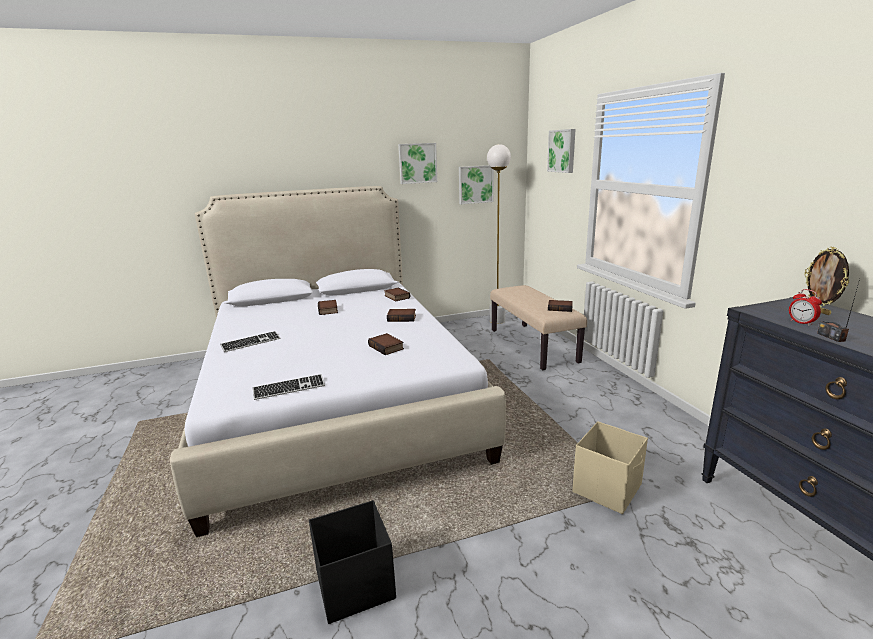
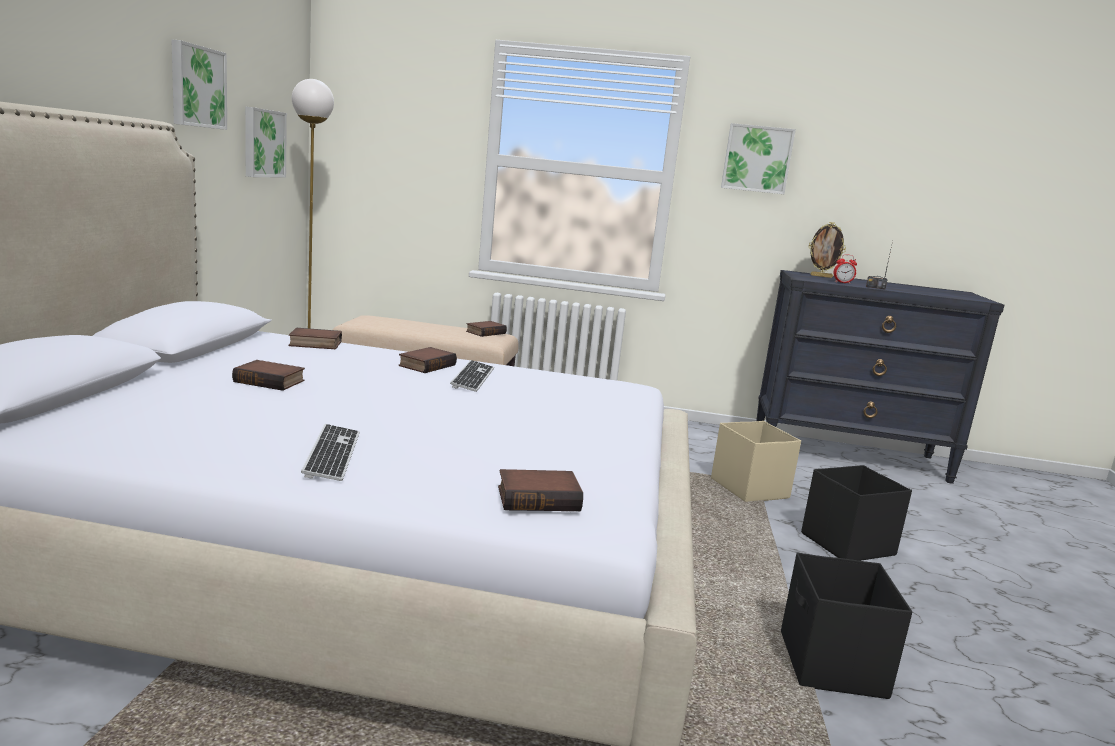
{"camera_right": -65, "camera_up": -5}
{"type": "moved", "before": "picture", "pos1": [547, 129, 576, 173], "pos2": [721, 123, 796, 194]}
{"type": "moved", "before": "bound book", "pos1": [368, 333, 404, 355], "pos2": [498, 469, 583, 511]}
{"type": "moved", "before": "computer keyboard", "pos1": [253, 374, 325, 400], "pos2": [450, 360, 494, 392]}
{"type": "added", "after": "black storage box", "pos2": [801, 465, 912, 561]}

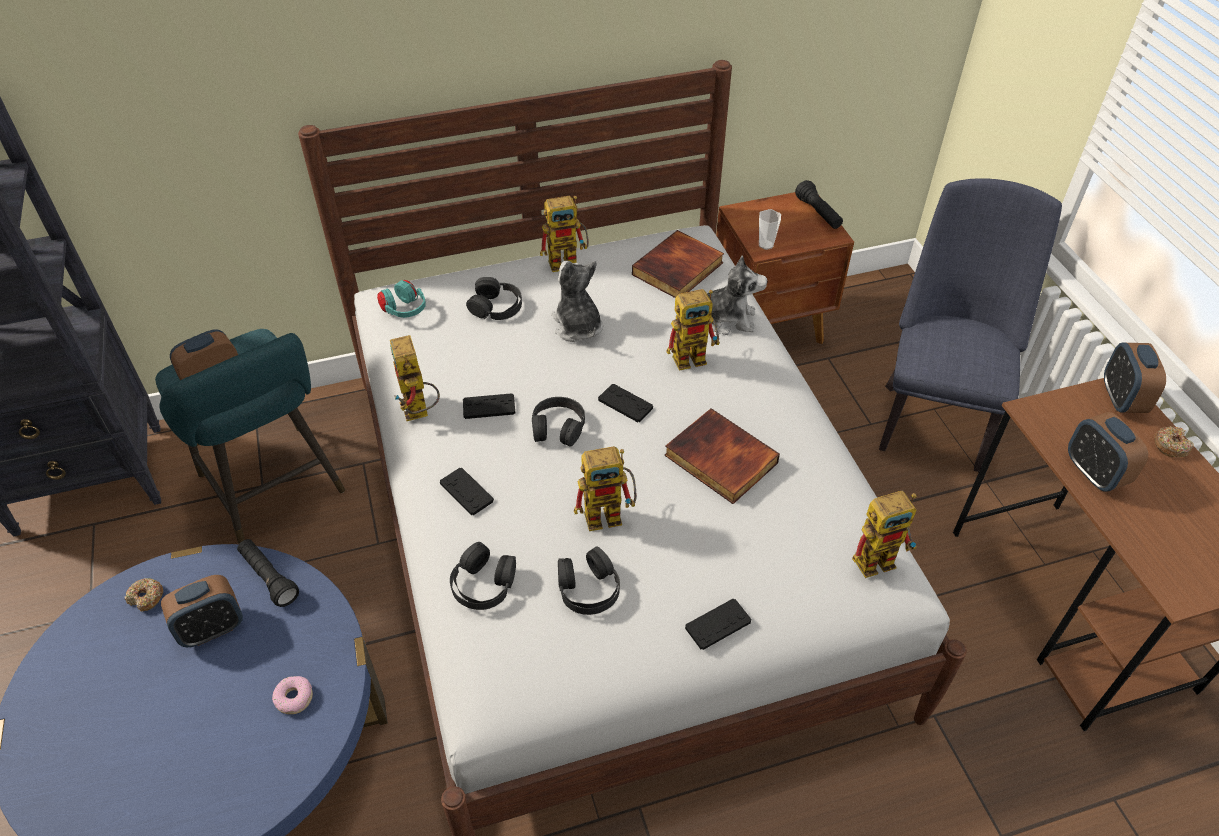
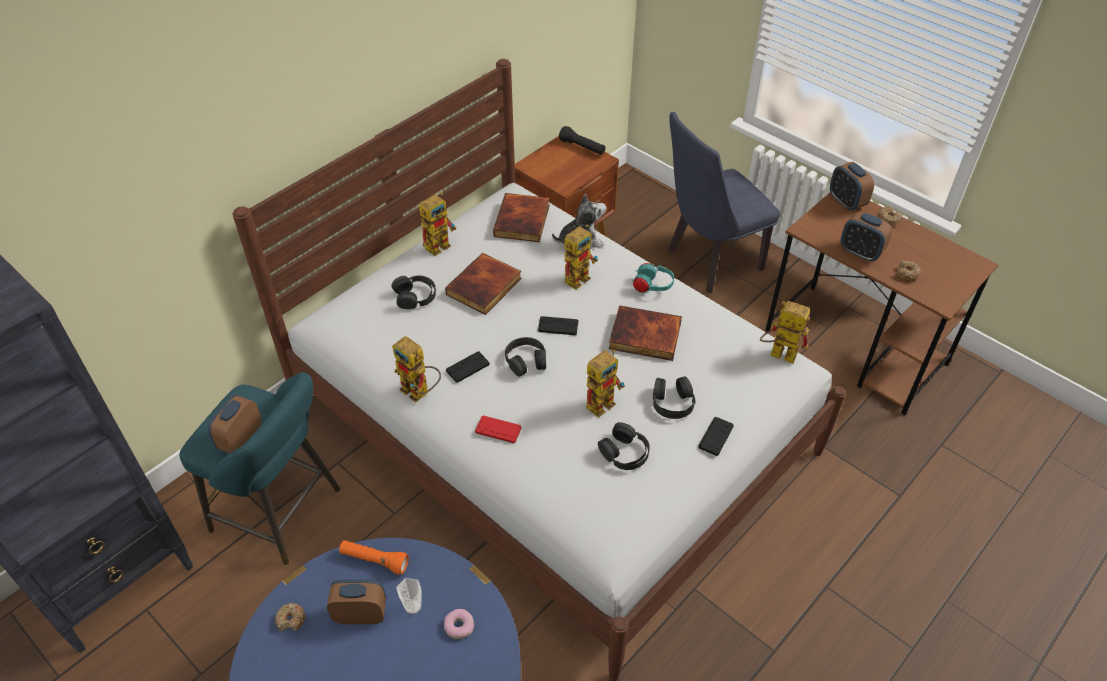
{"camera_right": -30, "camera_up": 0}
{"type": "turned", "before": "bluish chair", "pos1": [879, 178, 1062, 472], "pos2": [668, 112, 780, 293], "turn": -105}
{"type": "moved", "before": "cup", "pos1": [759, 209, 781, 250], "pos2": [396, 578, 422, 614]}
{"type": "replaced", "before": "soft toy", "after": "bound book", "pos1": [551, 261, 603, 342], "pos2": [445, 253, 522, 315]}
{"type": "moved", "before": "turquoise pair of headphones", "pos1": [377, 280, 426, 318], "pos2": [631, 263, 674, 293]}
{"type": "recoloured", "before": "black game controller", "after": "red-coloured game controller", "pos1": [440, 468, 494, 515], "pos2": [475, 415, 522, 443]}
{"type": "turned", "before": "robot figure", "pos1": [852, 491, 917, 578], "pos2": [760, 301, 810, 363], "turn": -105}
{"type": "recoloured", "before": "black flashlight", "after": "orange-coloured flashlight", "pos1": [237, 539, 299, 607], "pos2": [339, 540, 409, 575]}
{"type": "moved", "before": "black pair of headphones", "pos1": [450, 542, 516, 610], "pos2": [653, 376, 695, 419]}
{"type": "turned", "before": "alarm clock", "pos1": [161, 575, 243, 647], "pos2": [327, 579, 386, 624], "turn": -120}
{"type": "added", "after": "doughnut", "pos2": [897, 261, 921, 281]}

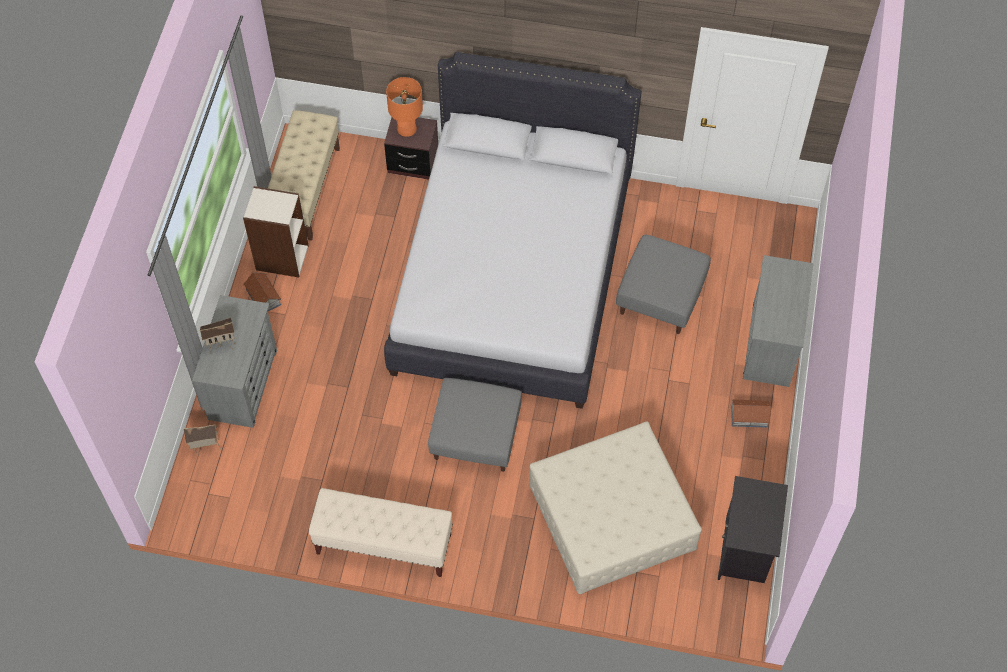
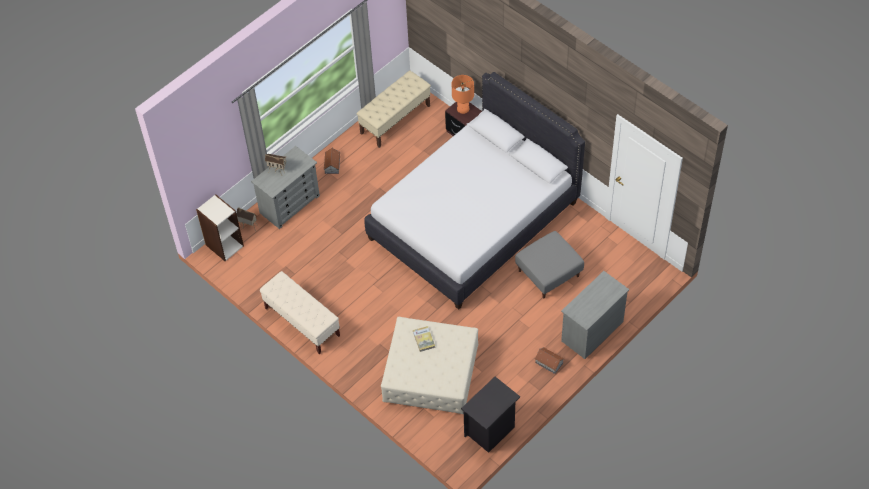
{"camera_right": 35, "camera_up": -5}
{"type": "moved", "before": "shelving unit", "pos1": [243, 186, 309, 278], "pos2": [196, 194, 244, 261]}
{"type": "removed", "before": "gray ottoman", "pos1": [428, 378, 522, 472]}
{"type": "added", "after": "bound book", "pos2": [413, 326, 435, 352]}

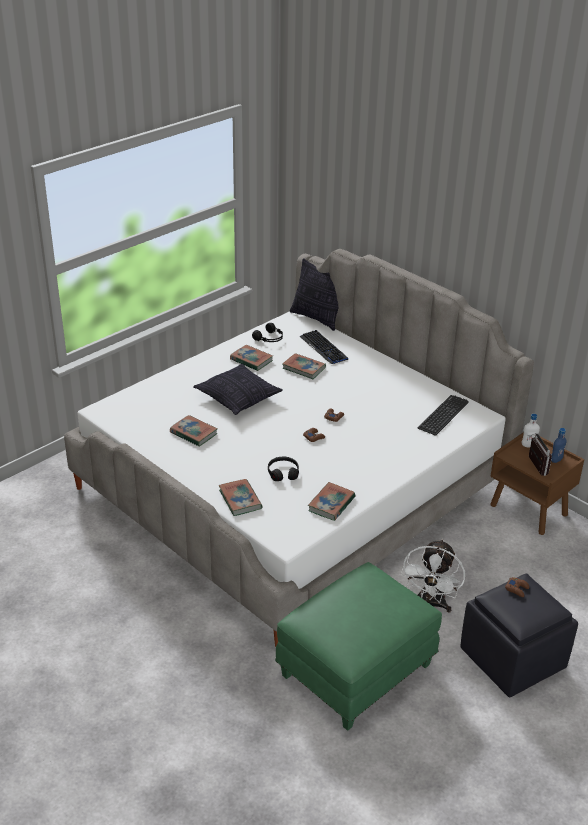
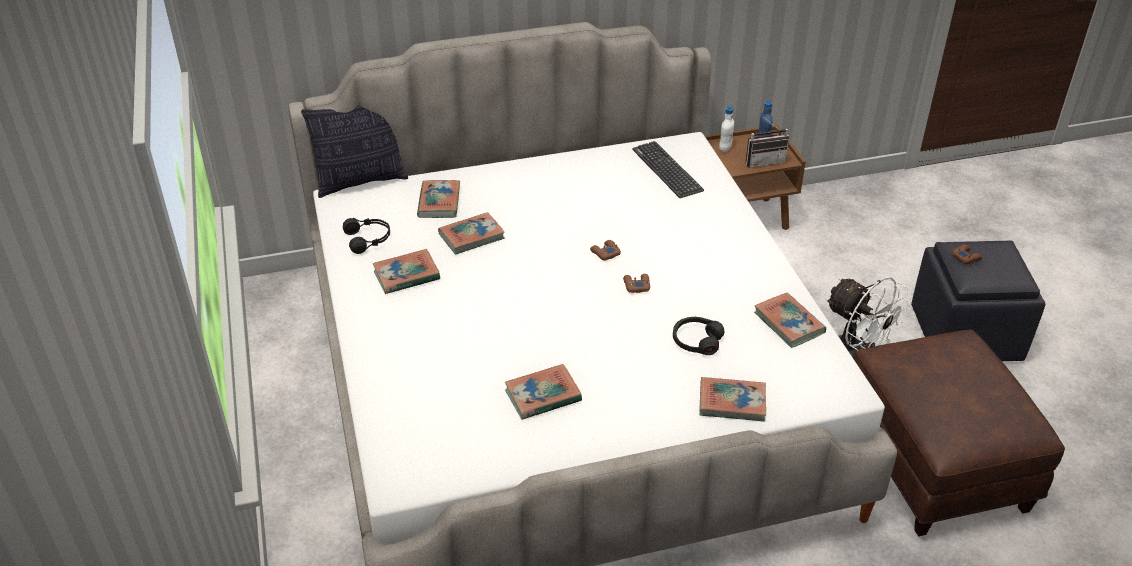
{"camera_right": -60, "camera_up": 5}
{"type": "replaced", "before": "computer keyboard", "after": "bound book", "pos1": [299, 330, 348, 364], "pos2": [417, 180, 460, 218]}
{"type": "removed", "before": "pillow", "pos1": [193, 364, 283, 415]}
{"type": "turned", "before": "radio", "pos1": [529, 433, 552, 476], "pos2": [745, 115, 789, 167], "turn": 150}
{"type": "recoloured", "before": "greenish ottoman", "after": "brown-coloured ottoman", "pos1": [275, 562, 442, 731], "pos2": [854, 330, 1065, 536]}

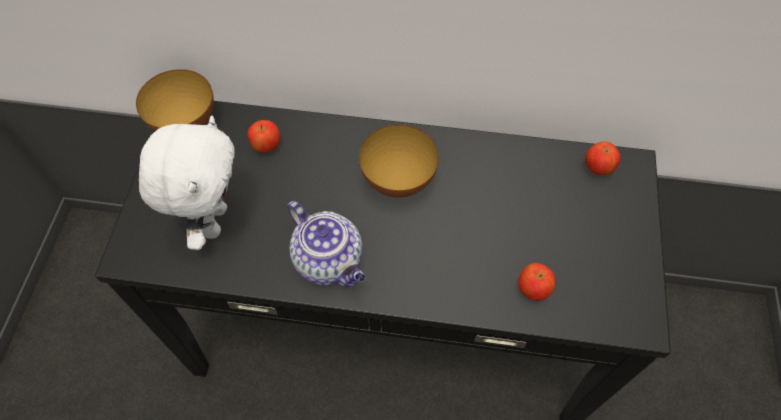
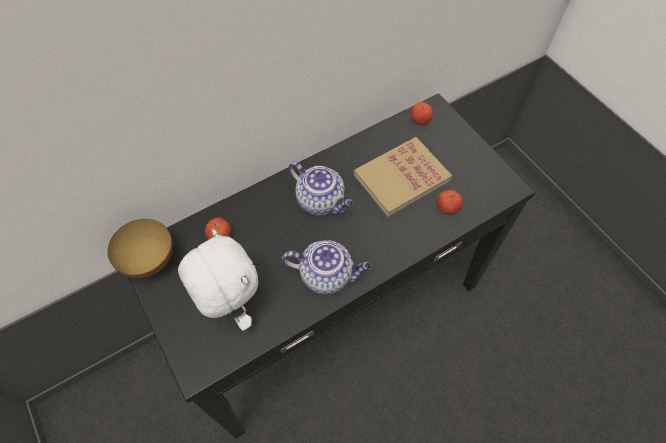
{"camera_right": -40, "camera_up": 0}
{"type": "replaced", "before": "deep dish", "after": "tea pot", "pos1": [359, 125, 439, 198], "pos2": [289, 161, 353, 216]}
{"type": "added", "after": "bound book", "pos2": [353, 137, 452, 217]}

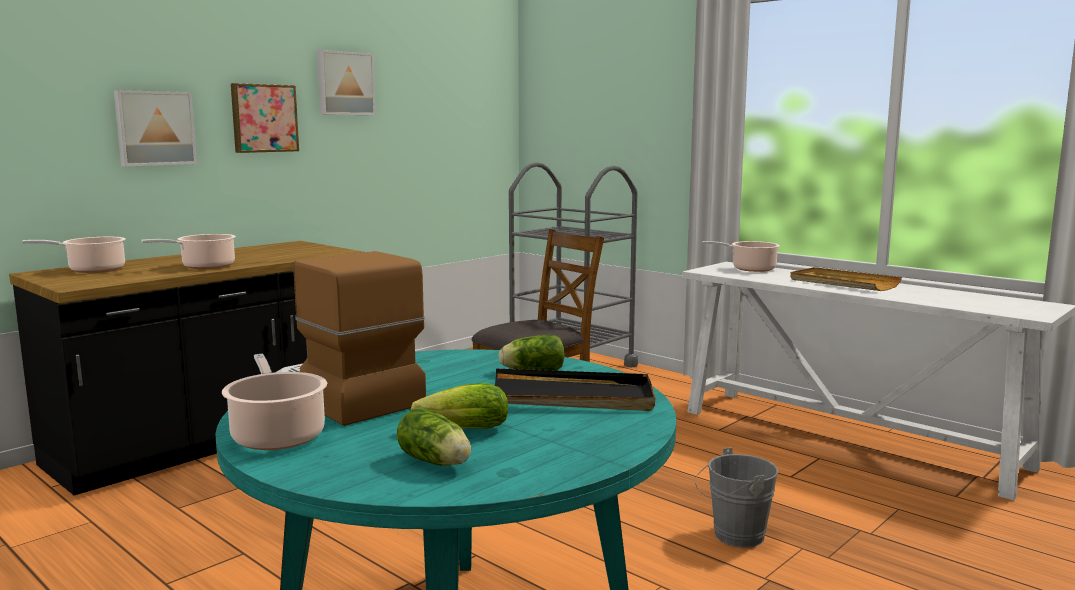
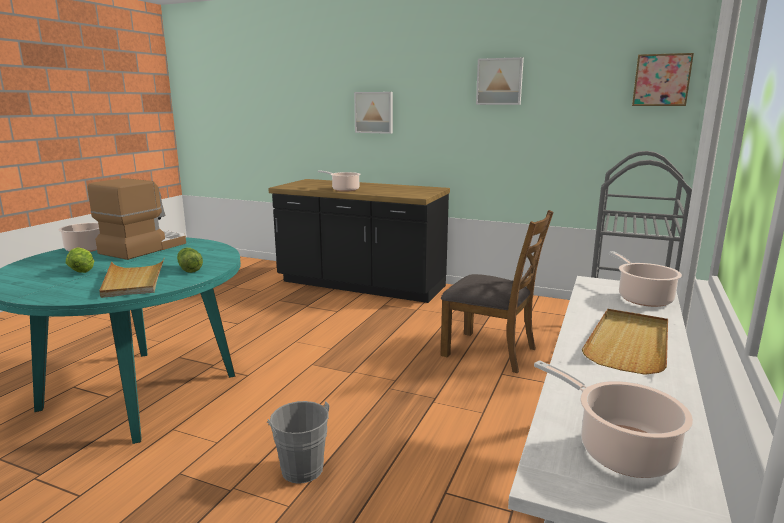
{"camera_right": 70, "camera_up": 5}
{"type": "moved", "before": "picture", "pos1": [231, 83, 299, 153], "pos2": [632, 53, 694, 106]}
{"type": "moved", "before": "stockpot", "pos1": [22, 237, 126, 273], "pos2": [534, 360, 693, 478]}
{"type": "recoloured", "before": "black carrying tray", "after": "sand-coloured carrying tray", "pos1": [495, 368, 655, 411], "pos2": [99, 257, 165, 298]}
{"type": "removed", "before": "lettuce", "pos1": [397, 408, 471, 466]}

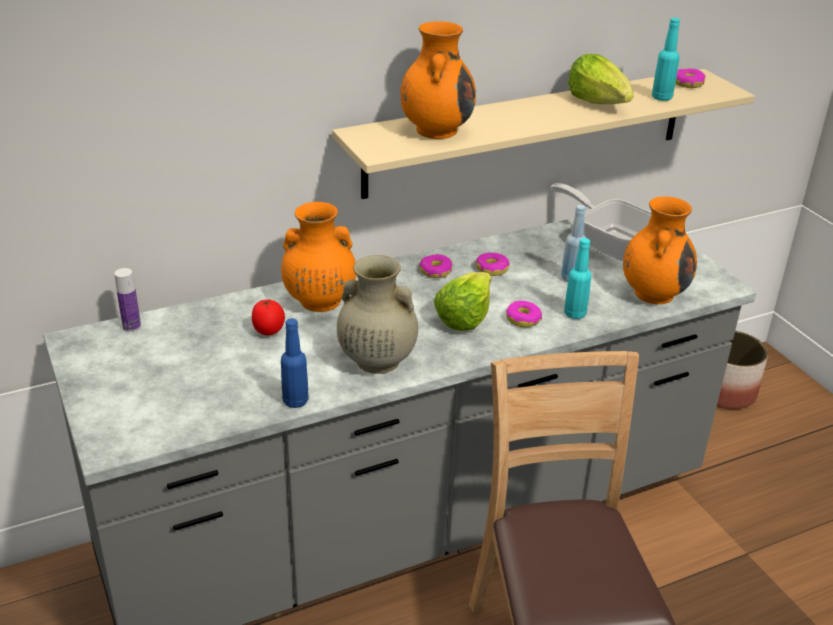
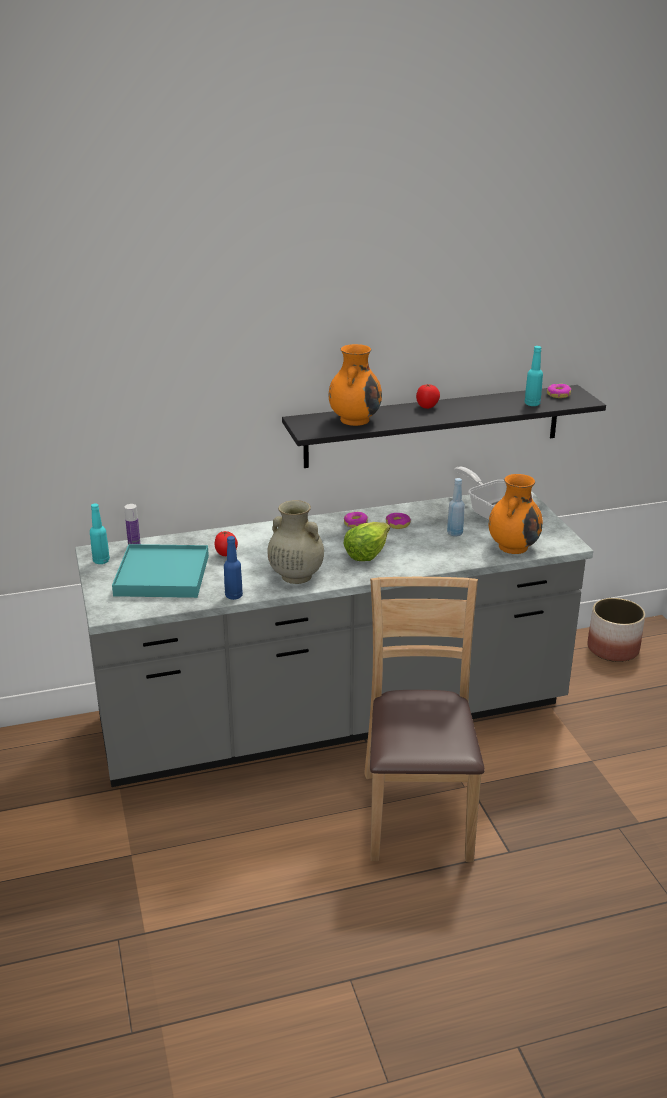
{"camera_right": 10, "camera_up": -5}
{"type": "removed", "before": "lettuce", "pos1": [568, 54, 634, 104]}
{"type": "recoloured", "before": "sand-coloured wall shelf", "after": "black wall shelf", "pos1": [332, 69, 755, 199], "pos2": [282, 385, 606, 468]}
{"type": "removed", "before": "orange-coloured flower vase", "pos1": [281, 202, 356, 312]}
{"type": "moved", "before": "turquoise drink bottle", "pos1": [564, 238, 592, 319], "pos2": [90, 503, 110, 564]}
{"type": "removed", "before": "doughnut", "pos1": [506, 301, 542, 327]}
{"type": "added", "after": "whole tomato", "pos2": [416, 384, 440, 409]}
{"type": "added", "after": "turquoise carrying tray", "pos2": [112, 544, 209, 598]}

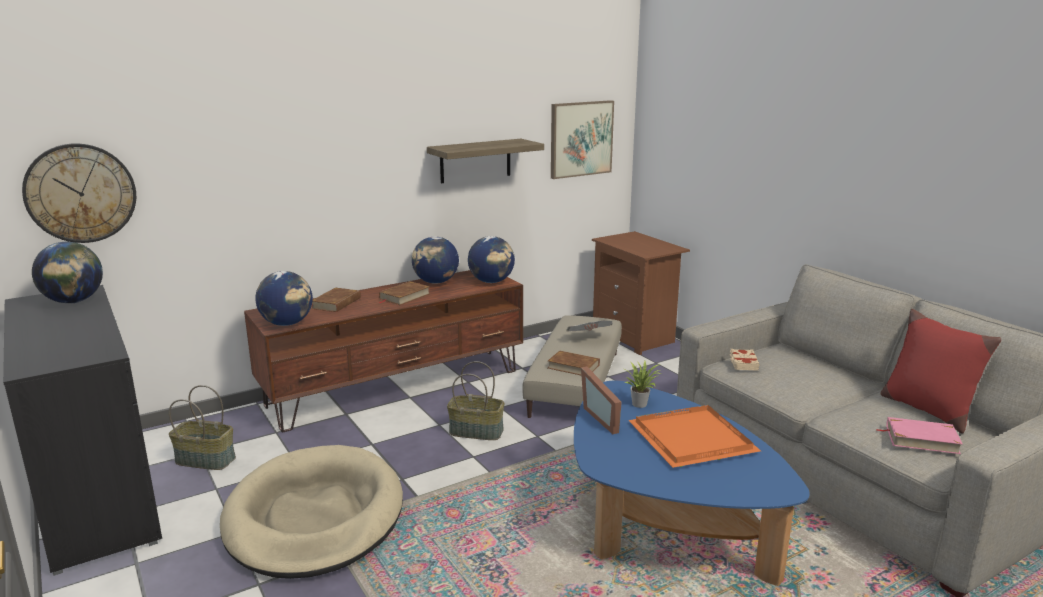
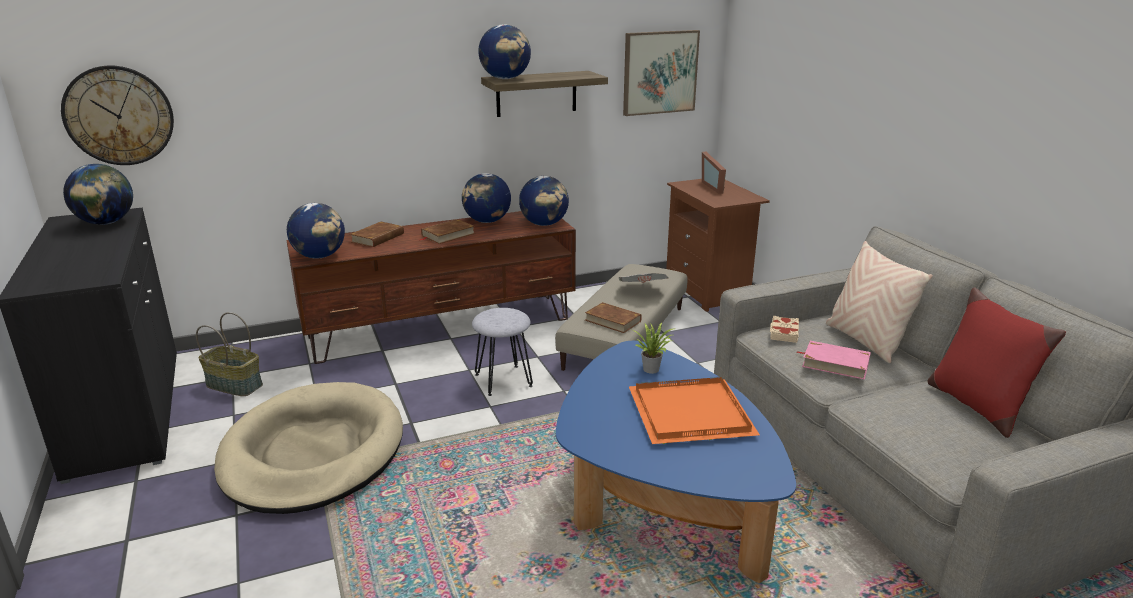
{"camera_right": 10, "camera_up": 5}
{"type": "replaced", "before": "basket", "after": "gray sitting stool", "pos1": [447, 361, 505, 440], "pos2": [472, 308, 533, 396]}
{"type": "moved", "before": "picture frame", "pos1": [581, 367, 622, 434], "pos2": [702, 152, 726, 194]}
{"type": "moved", "before": "pink bound book", "pos1": [877, 417, 963, 454], "pos2": [797, 341, 871, 380]}
{"type": "added", "after": "world globe", "pos2": [478, 24, 531, 79]}
{"type": "added", "after": "sand-coloured pillow", "pos2": [826, 241, 933, 363]}

